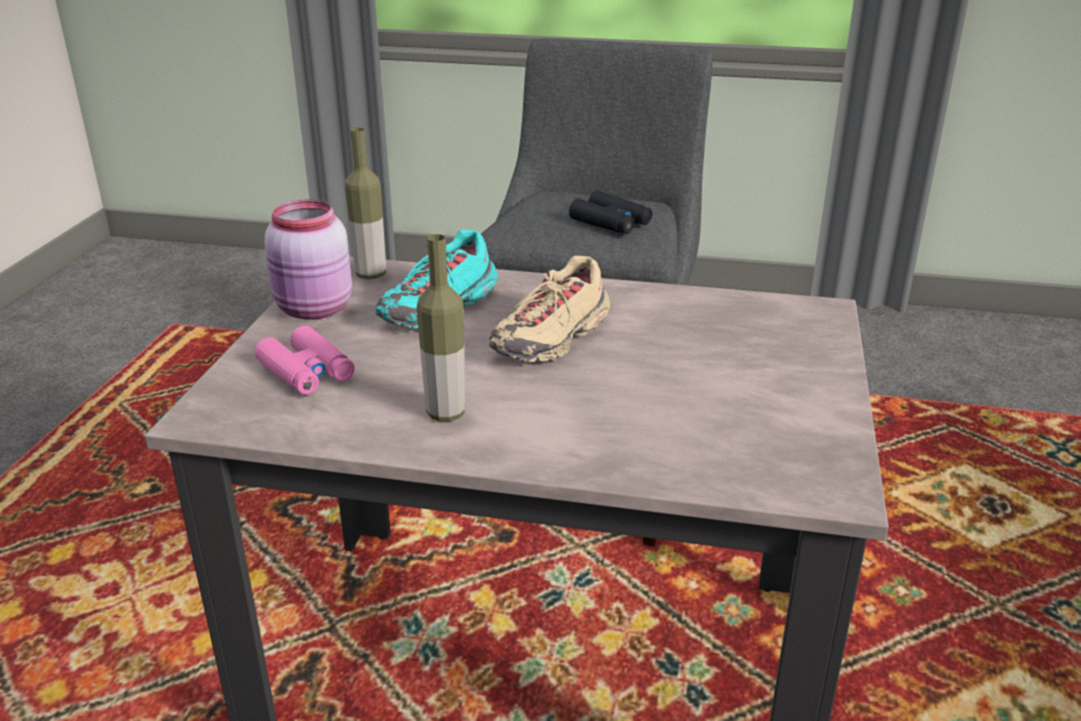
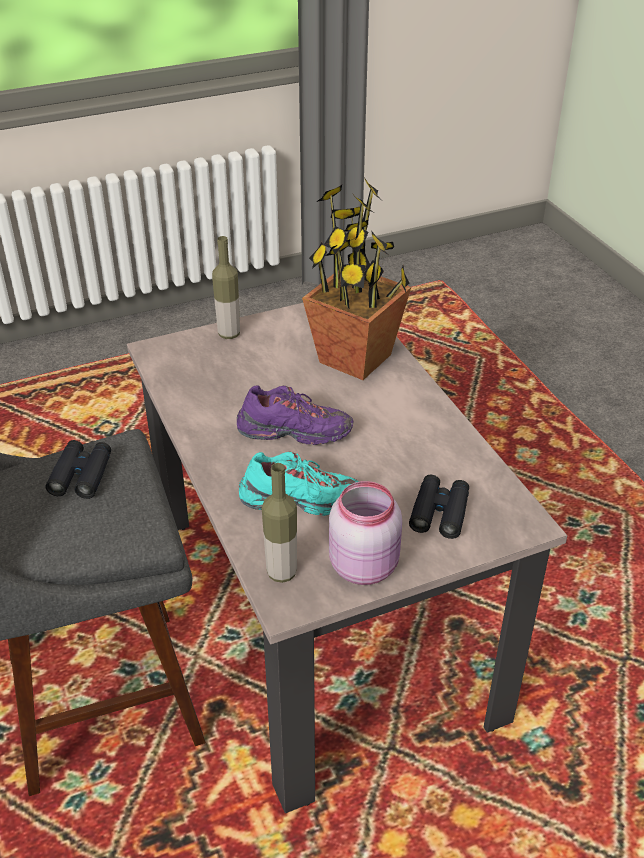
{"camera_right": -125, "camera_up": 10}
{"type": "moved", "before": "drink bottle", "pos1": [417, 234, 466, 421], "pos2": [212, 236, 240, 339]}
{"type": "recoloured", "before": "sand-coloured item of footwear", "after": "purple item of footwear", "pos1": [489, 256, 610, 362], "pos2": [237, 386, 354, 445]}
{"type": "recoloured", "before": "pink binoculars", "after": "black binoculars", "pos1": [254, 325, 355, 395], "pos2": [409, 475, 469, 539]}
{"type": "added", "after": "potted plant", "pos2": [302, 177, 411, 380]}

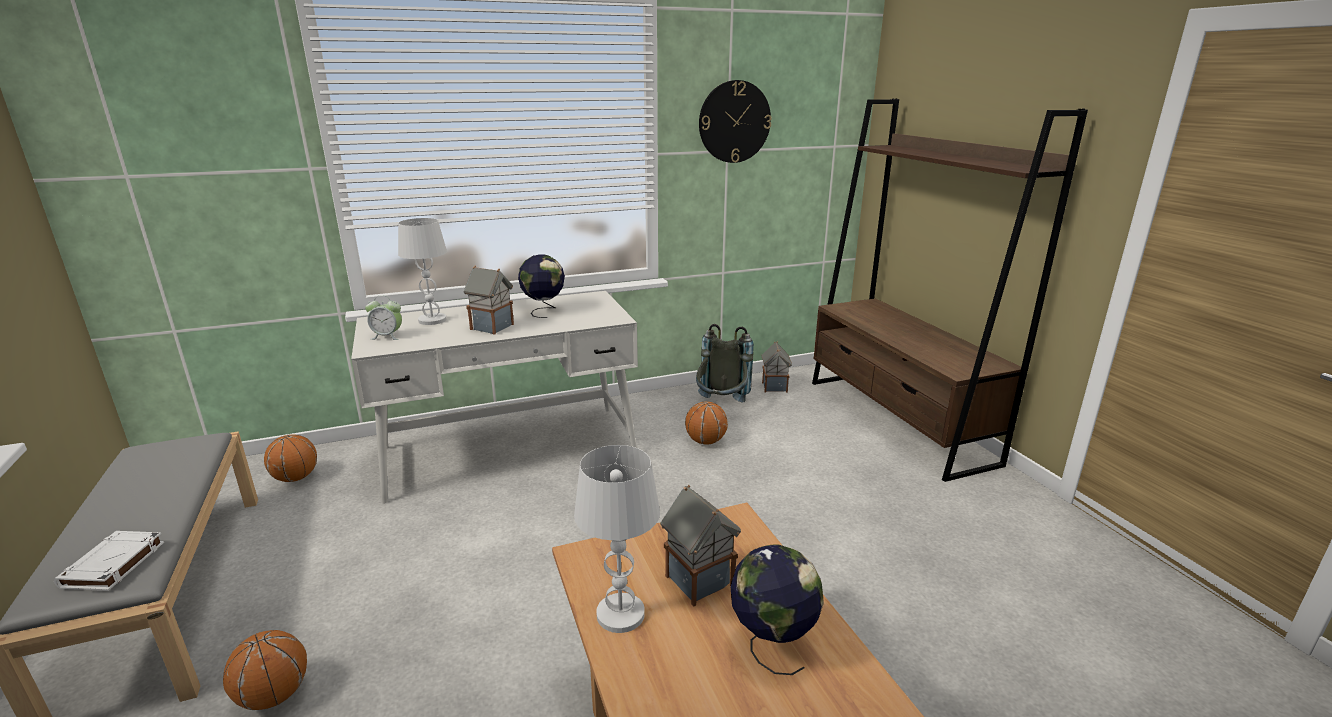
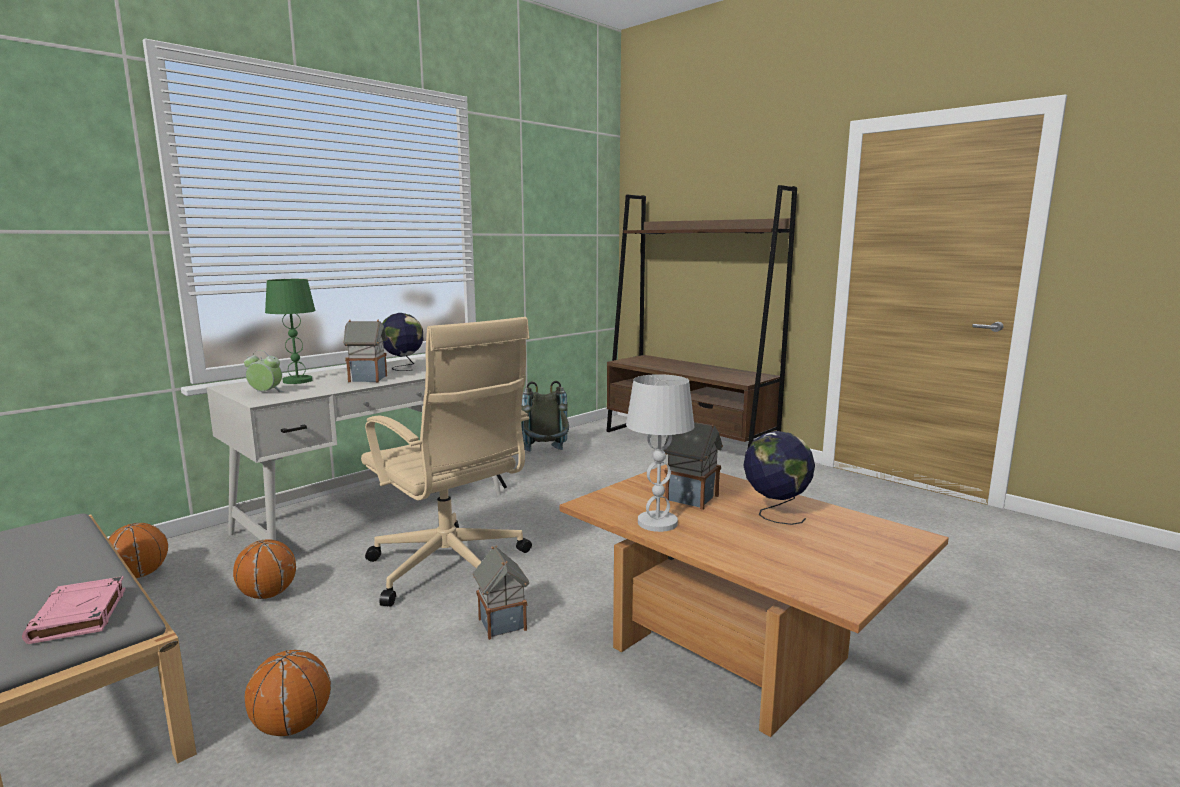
{"camera_right": -25, "camera_up": -10}
{"type": "removed", "before": "clock on the wall", "pos1": [699, 80, 772, 163]}
{"type": "recoloured", "before": "white-coloured table lamp", "after": "greenish table lamp", "pos1": [398, 218, 447, 325], "pos2": [265, 279, 315, 384]}
{"type": "turned", "before": "alarm clock", "pos1": [365, 295, 402, 340], "pos2": [244, 350, 284, 392], "turn": -150}
{"type": "moved", "before": "model house", "pos1": [761, 341, 792, 393], "pos2": [473, 545, 529, 640]}
{"type": "moved", "before": "basketball", "pos1": [685, 402, 728, 445], "pos2": [233, 539, 296, 599]}
{"type": "recoloured", "before": "white-coloured bound book", "after": "pink bound book", "pos1": [54, 531, 164, 591], "pos2": [22, 576, 125, 644]}
{"type": "added", "after": "sand-coloured computer chair", "pos2": [361, 317, 532, 606]}

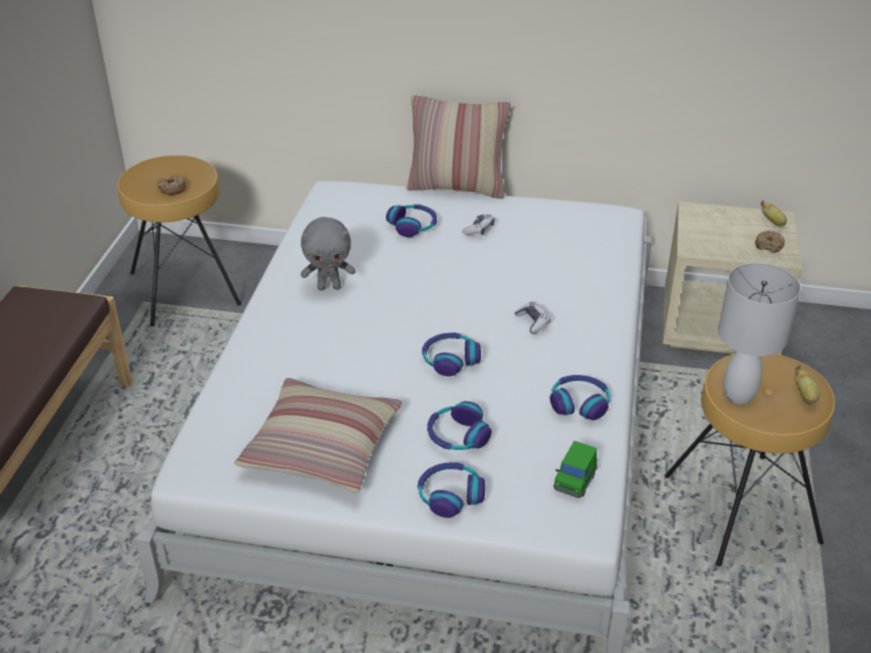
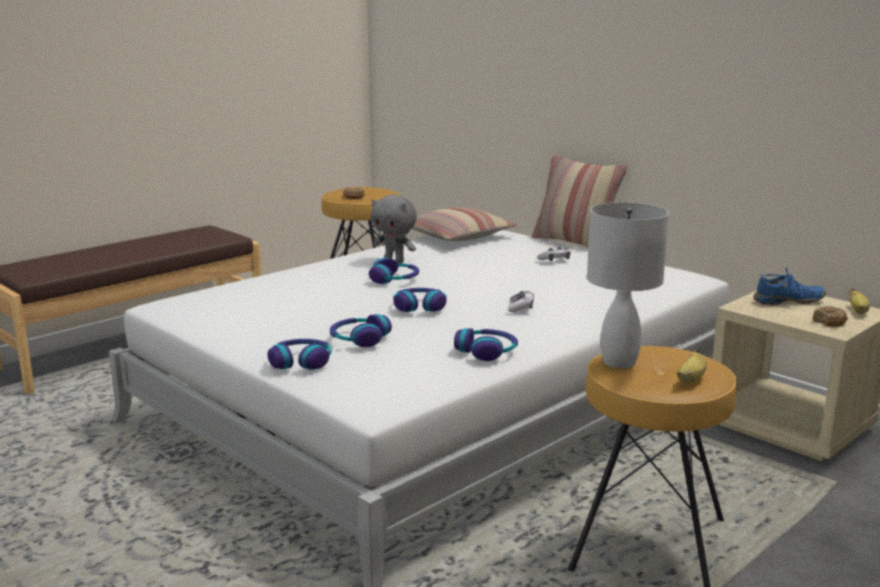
{"camera_right": 35, "camera_up": -20}
{"type": "moved", "before": "pair of headphones", "pos1": [386, 204, 437, 237], "pos2": [369, 258, 419, 284]}
{"type": "moved", "before": "pillow", "pos1": [234, 378, 402, 493], "pos2": [411, 207, 517, 241]}
{"type": "removed", "before": "greenish model car", "pos1": [554, 441, 598, 498]}
{"type": "added", "after": "bluish item of footwear", "pos2": [753, 267, 826, 305]}

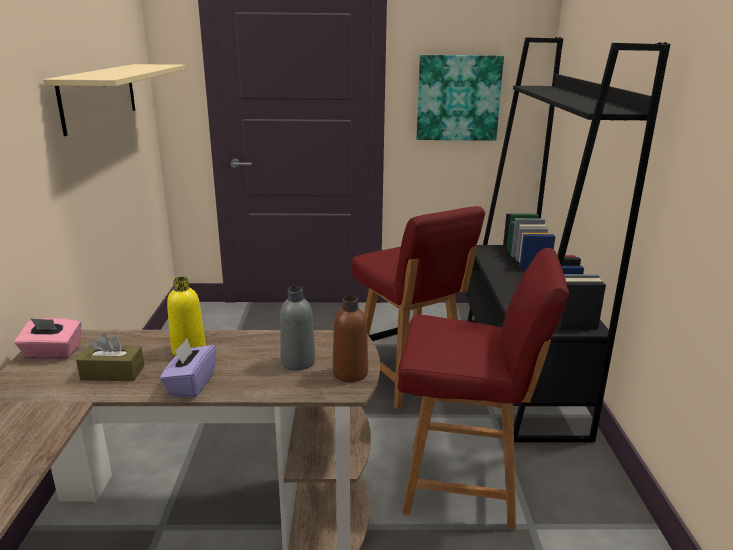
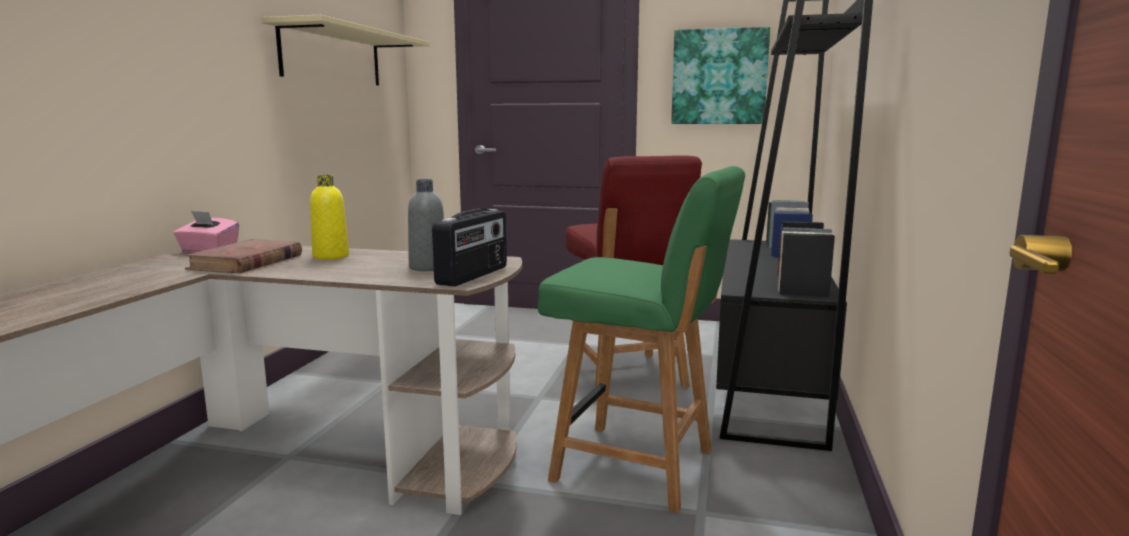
{"camera_right": 15, "camera_up": -10}
{"type": "recoloured", "before": "red-coloured chair", "after": "greenish chair", "pos1": [398, 248, 569, 530], "pos2": [538, 166, 745, 513]}
{"type": "replaced", "before": "brown-coloured drink bottle", "after": "radio", "pos1": [333, 296, 368, 382], "pos2": [432, 209, 507, 287]}
{"type": "replaced", "before": "brown-coloured tissue holder", "after": "brown-coloured bound book", "pos1": [76, 333, 144, 381], "pos2": [185, 239, 302, 273]}
{"type": "removed", "before": "purple tissue holder", "pos1": [160, 339, 216, 398]}

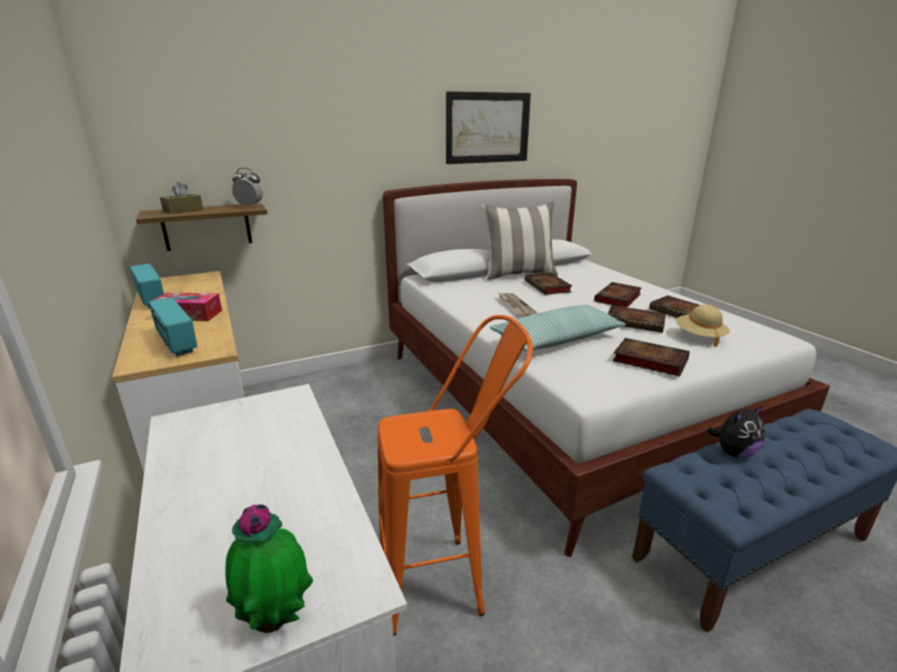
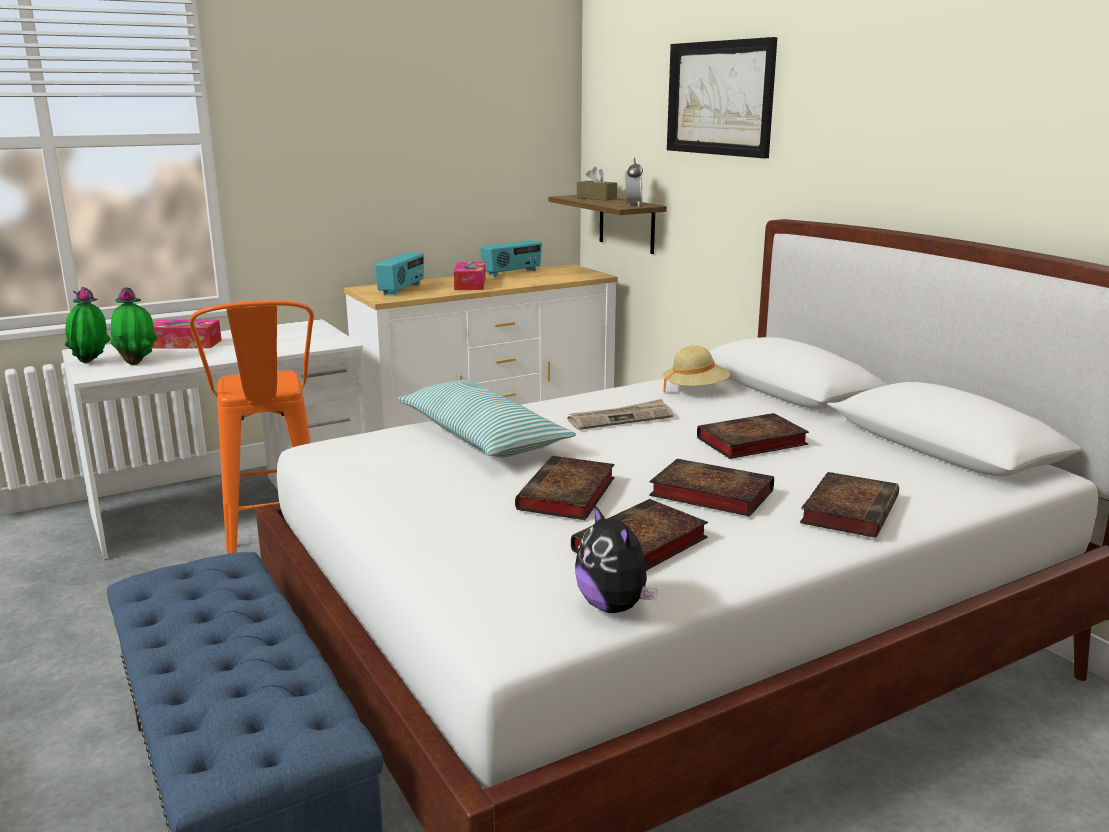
{"camera_right": 85, "camera_up": -5}
{"type": "moved", "before": "picture", "pos1": [446, 91, 531, 164], "pos2": [667, 37, 777, 158]}
{"type": "removed", "before": "pillow", "pos1": [482, 201, 558, 280]}
{"type": "turned", "before": "radio", "pos1": [149, 297, 197, 357], "pos2": [375, 253, 424, 296], "turn": 150}
{"type": "moved", "before": "sand-coloured clothing hat", "pos1": [676, 304, 730, 347], "pos2": [663, 346, 730, 394]}
{"type": "moved", "before": "bound book", "pos1": [612, 338, 690, 377], "pos2": [800, 472, 899, 538]}
{"type": "moved", "before": "soft toy", "pos1": [707, 405, 765, 458], "pos2": [575, 504, 658, 613]}
{"type": "added", "after": "potted plant", "pos2": [111, 287, 157, 365]}
{"type": "added", "after": "tissue holder", "pos2": [151, 320, 221, 349]}

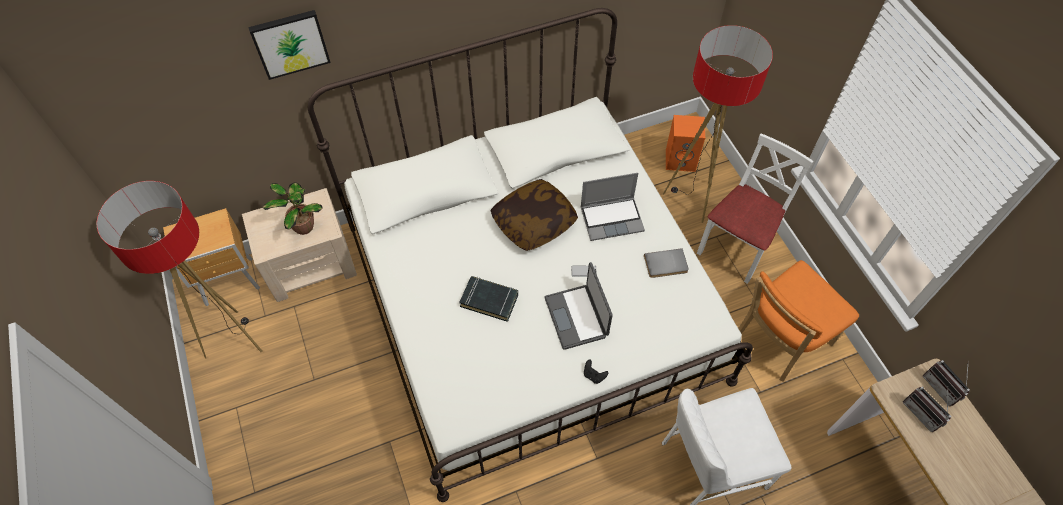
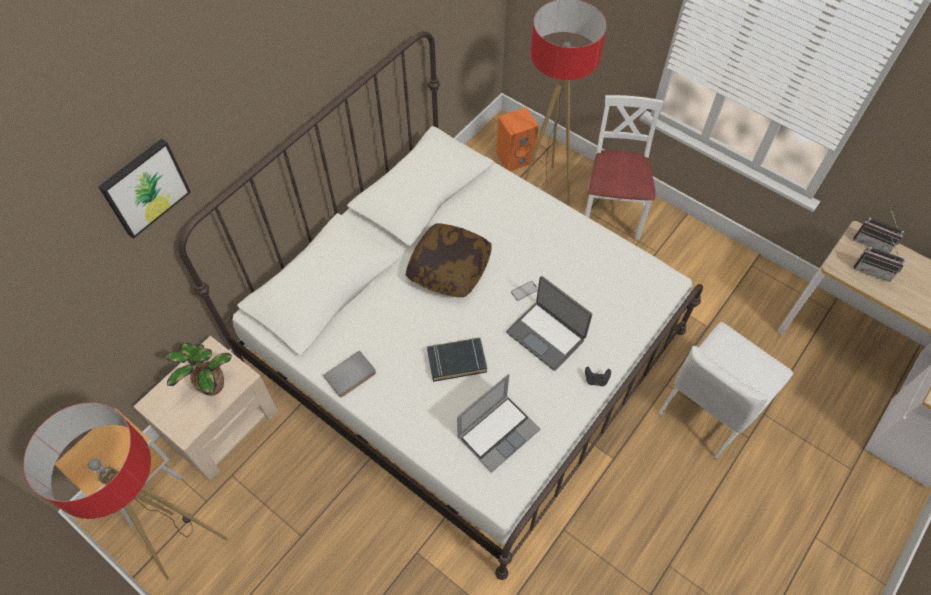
{"camera_right": -30, "camera_up": 0}
{"type": "moved", "before": "portable computer", "pos1": [580, 173, 645, 241], "pos2": [457, 374, 540, 473]}
{"type": "moved", "before": "gray bound book", "pos1": [644, 248, 689, 278], "pos2": [323, 351, 376, 397]}
{"type": "removed", "before": "orange-coloured chair", "pos1": [738, 260, 859, 382]}

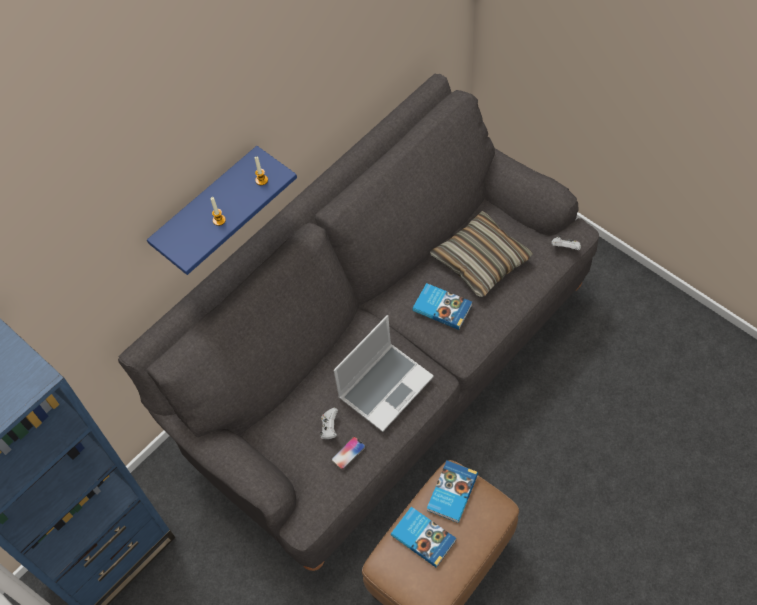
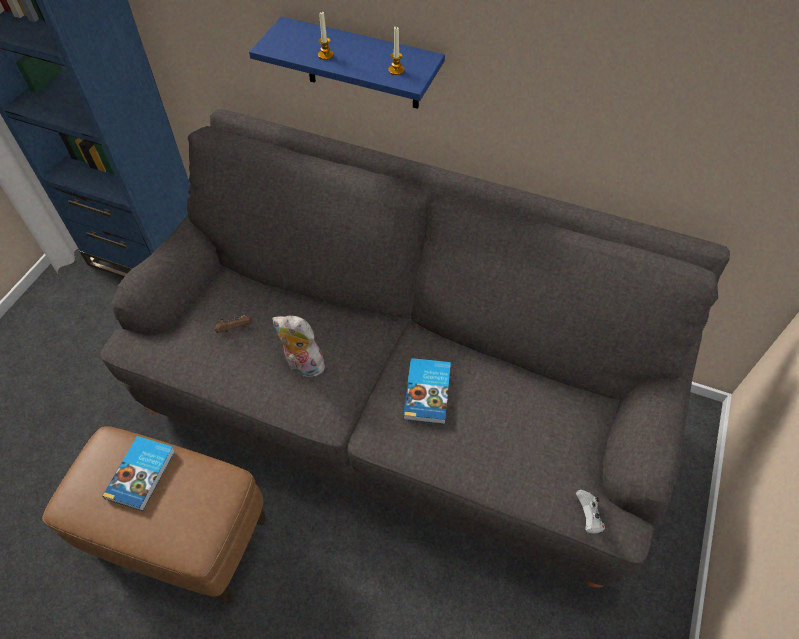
{"camera_right": 65, "camera_up": -5}
{"type": "removed", "before": "pillow", "pos1": [430, 211, 533, 297]}
{"type": "replaced", "before": "portable computer", "after": "soft toy", "pos1": [334, 315, 434, 432], "pos2": [272, 315, 325, 379]}
{"type": "recoloured", "before": "white-coloured game controller", "after": "brown-coloured game controller", "pos1": [320, 408, 338, 439], "pos2": [215, 315, 252, 333]}
{"type": "removed", "before": "handset", "pos1": [332, 437, 365, 469]}
{"type": "removed", "before": "bound book", "pos1": [427, 460, 478, 523]}

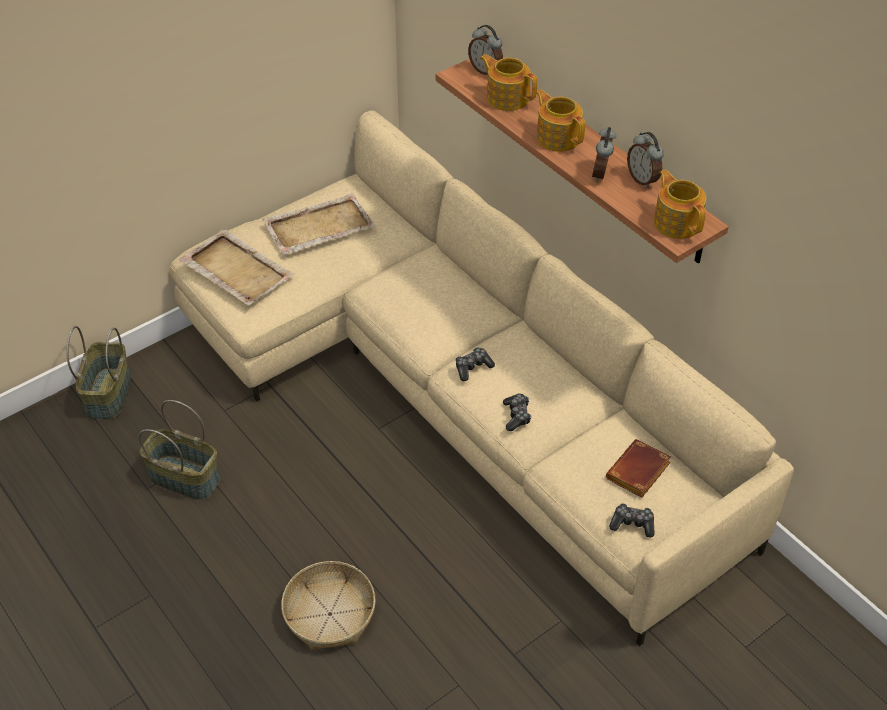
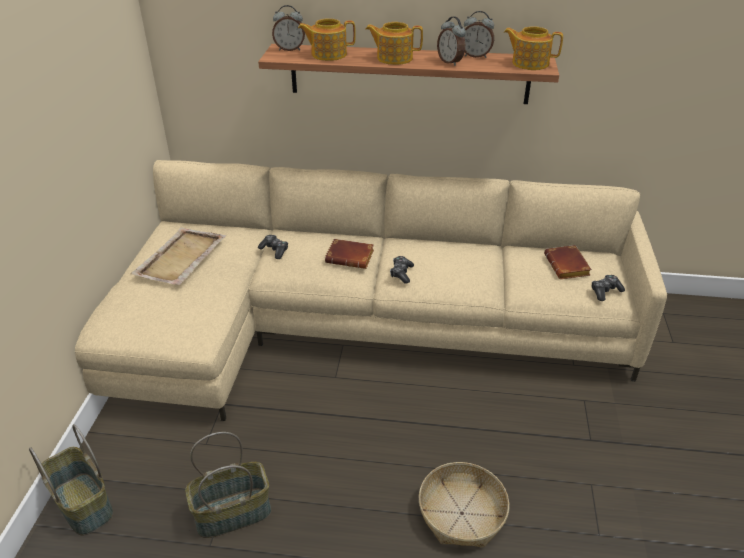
{"camera_right": -45, "camera_up": -10}
{"type": "removed", "before": "sand-coloured carrying tray", "pos1": [179, 229, 295, 305]}
{"type": "moved", "before": "game controller", "pos1": [503, 394, 531, 431], "pos2": [258, 235, 288, 259]}
{"type": "added", "after": "brown-coloured bound book", "pos2": [325, 239, 374, 269]}

